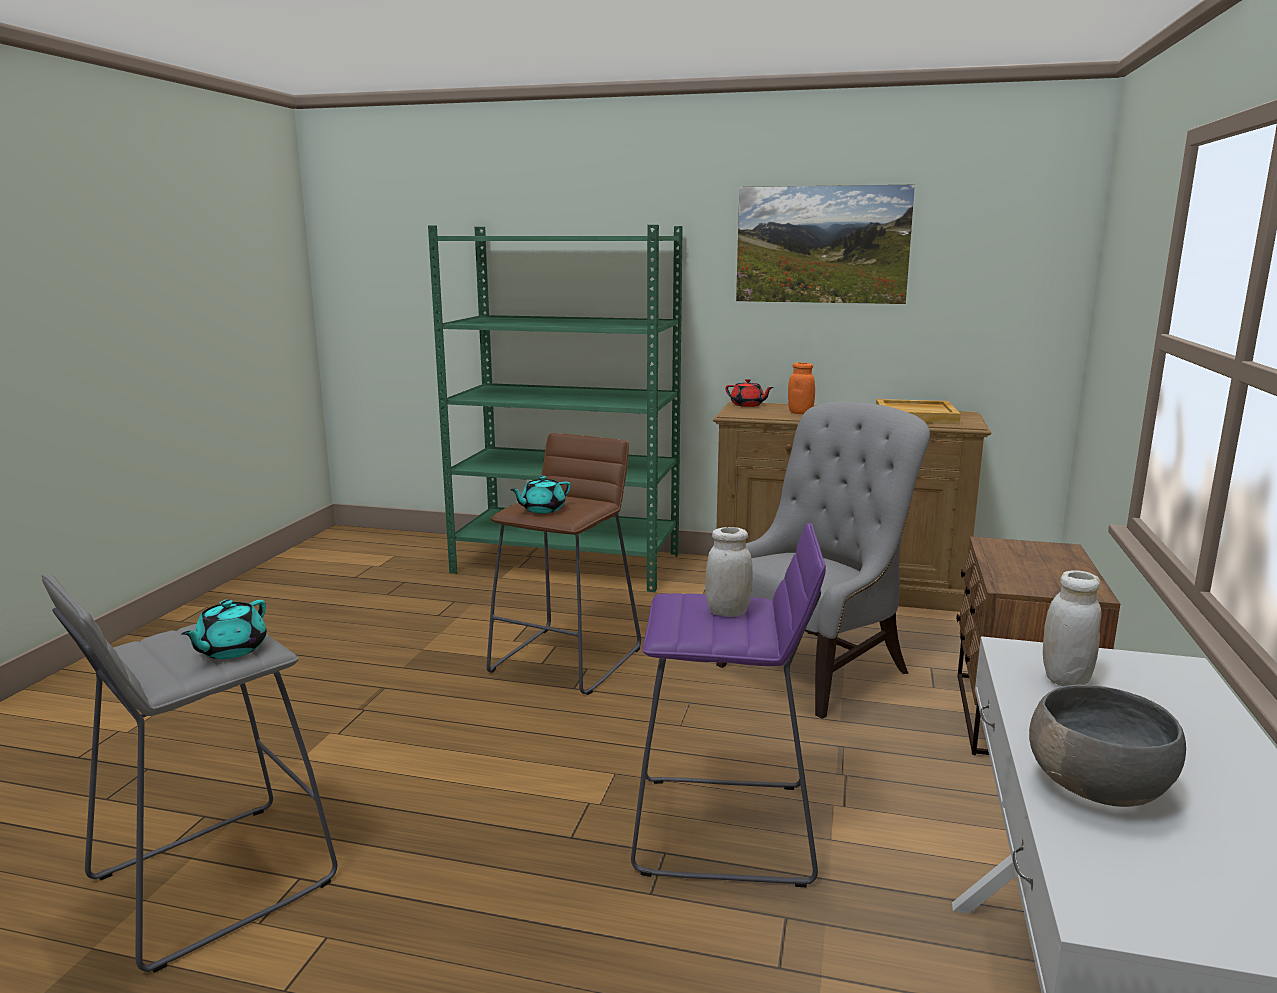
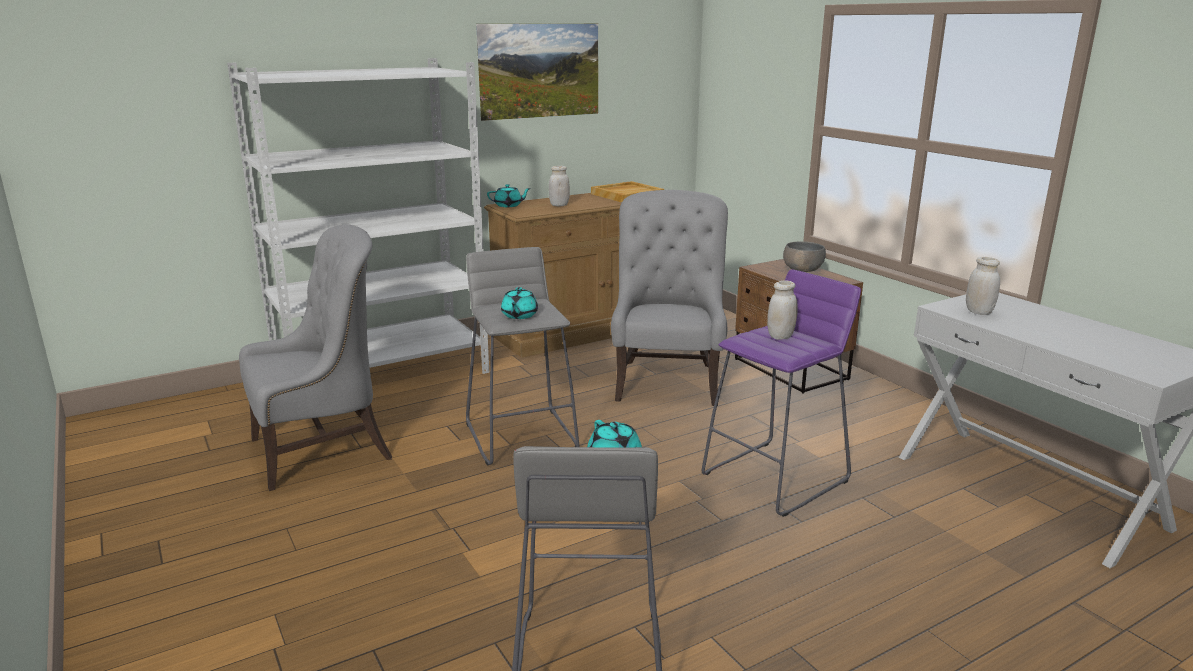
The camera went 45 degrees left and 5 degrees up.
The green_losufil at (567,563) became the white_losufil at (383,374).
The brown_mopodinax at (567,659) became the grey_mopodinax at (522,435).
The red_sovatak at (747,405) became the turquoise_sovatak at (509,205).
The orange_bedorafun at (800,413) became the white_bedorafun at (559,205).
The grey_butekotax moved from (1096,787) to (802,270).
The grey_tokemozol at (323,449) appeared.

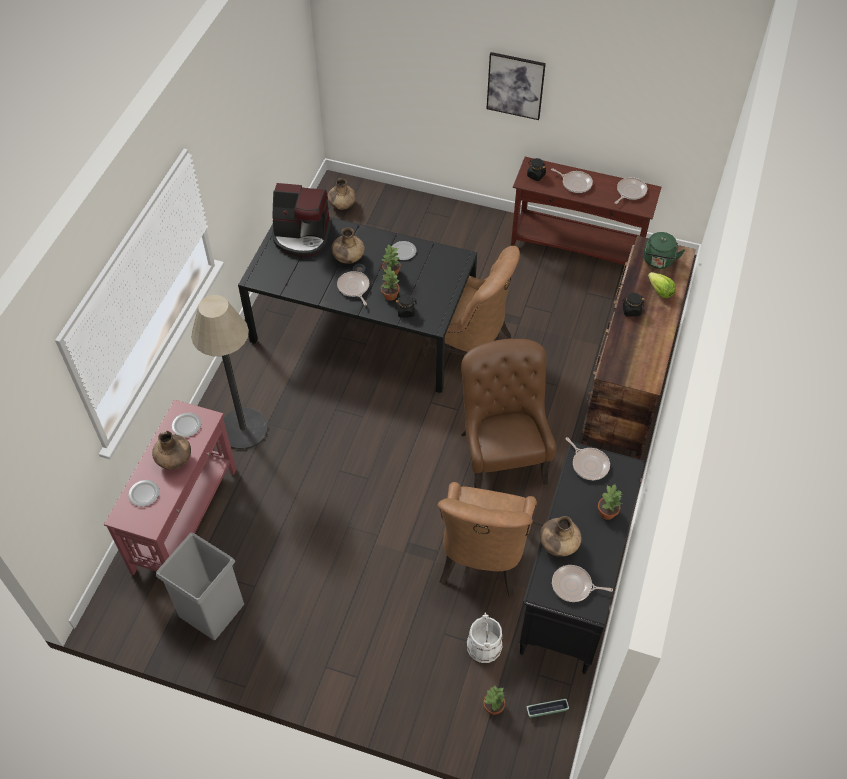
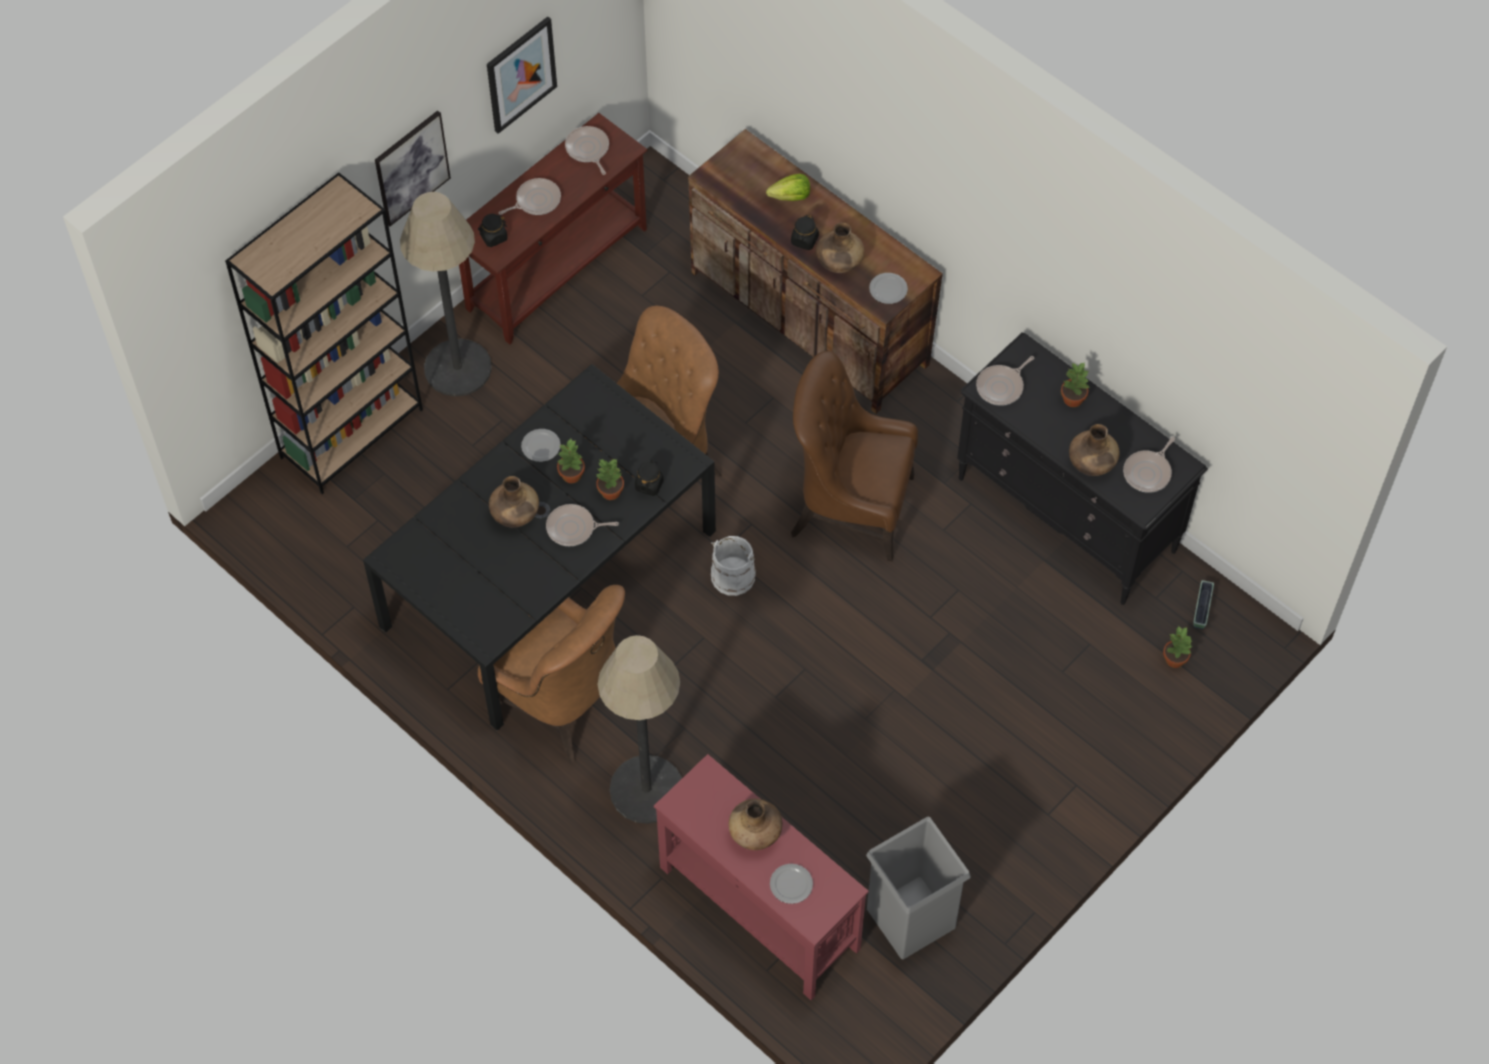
The camera went 65 degrees left and 5 degrees up.
The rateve moved from (186,426) to (889,289).
The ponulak at (302,236) disappeared.
The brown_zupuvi moved from (342,205) to (839,263).
The brown_tokemozol moved from (483,556) to (563,699).
The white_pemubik moved from (484,646) to (733,576).
The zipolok at (589,464) turned 150 degrees clockwise.
The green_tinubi at (658,261) disappeared.
The beige_losufil at (351,432) appeared.
The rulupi at (458,368) appeared.
The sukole at (520,74) appeared.

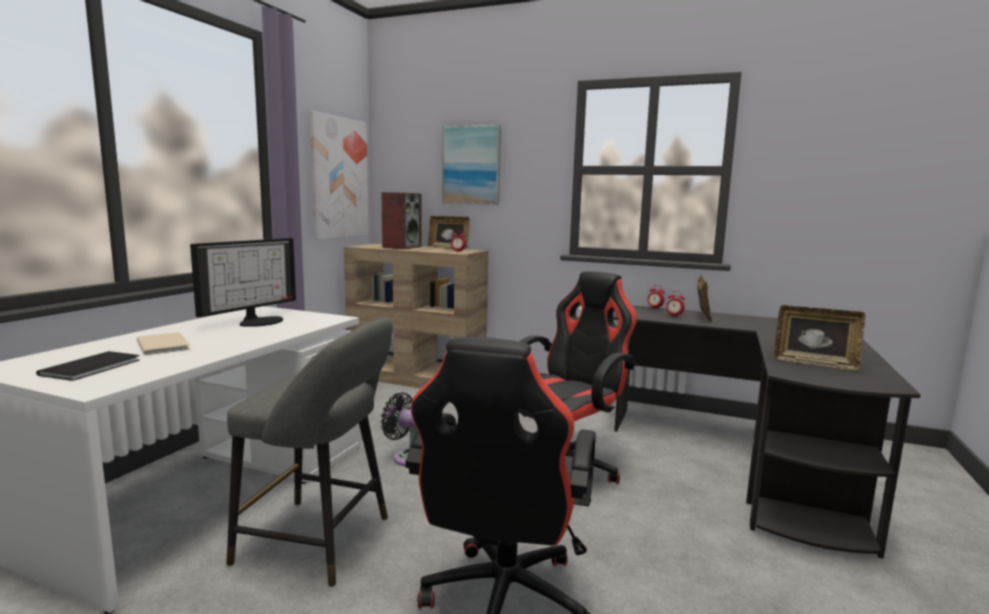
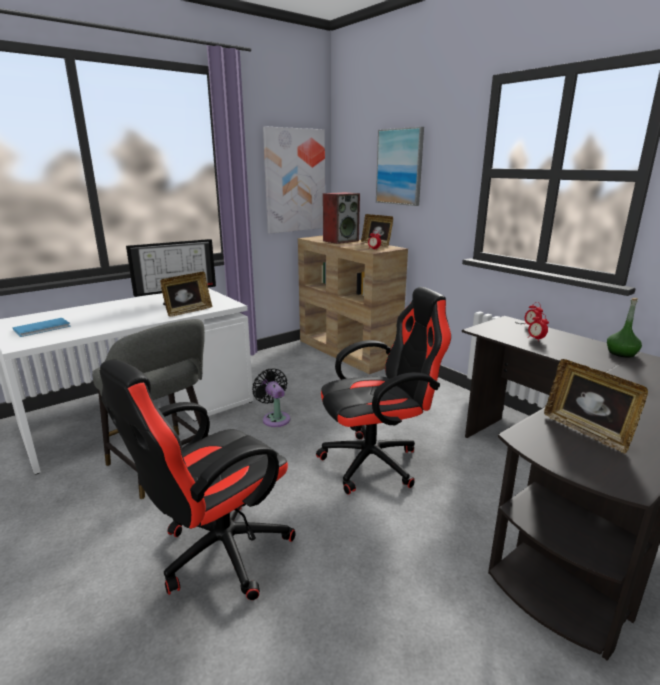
The camera went 30 degrees right and 10 degrees up.
The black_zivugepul at (95,367) became the blue_zivugepul at (44,328).
The beige_zivugepul at (165,344) disappeared.
The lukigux moved from (702,318) to (188,311).
The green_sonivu at (621,353) appeared.

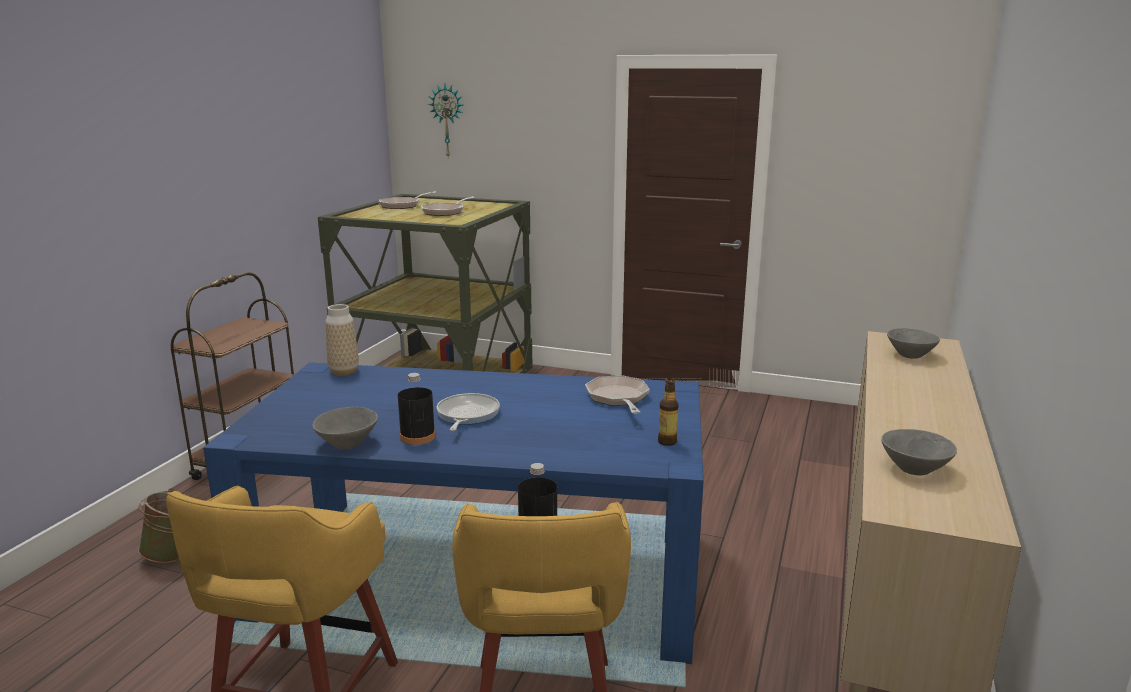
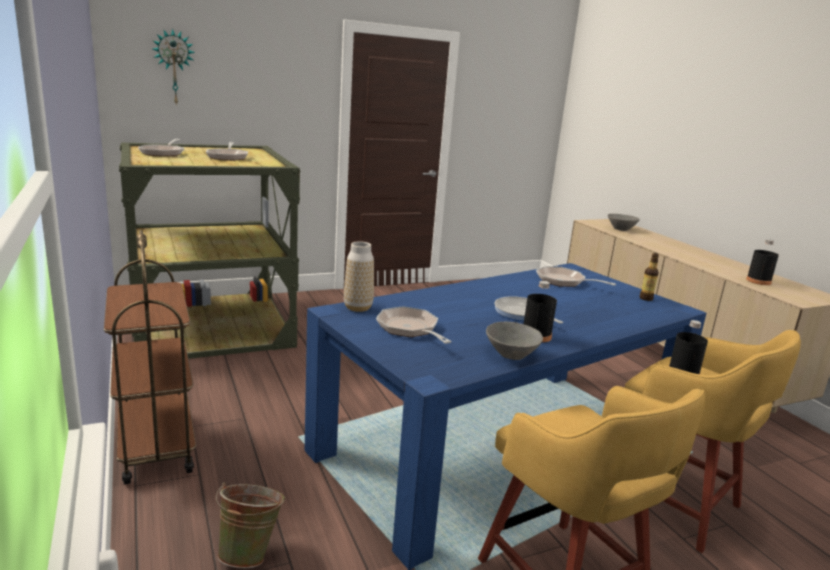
The camera went 45 degrees left and 0 degrees up.
The grey_butekotax at (915,469) was replaced by the black_sonivu at (758,281).
The zipolok at (410,329) appeared.

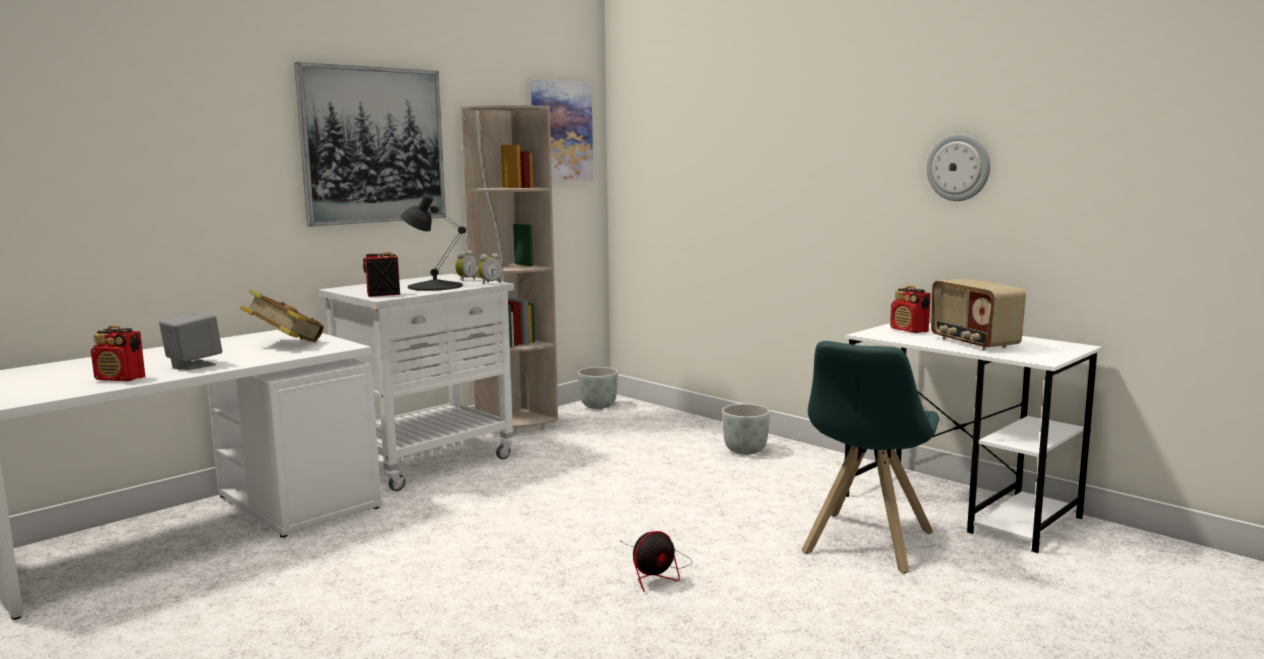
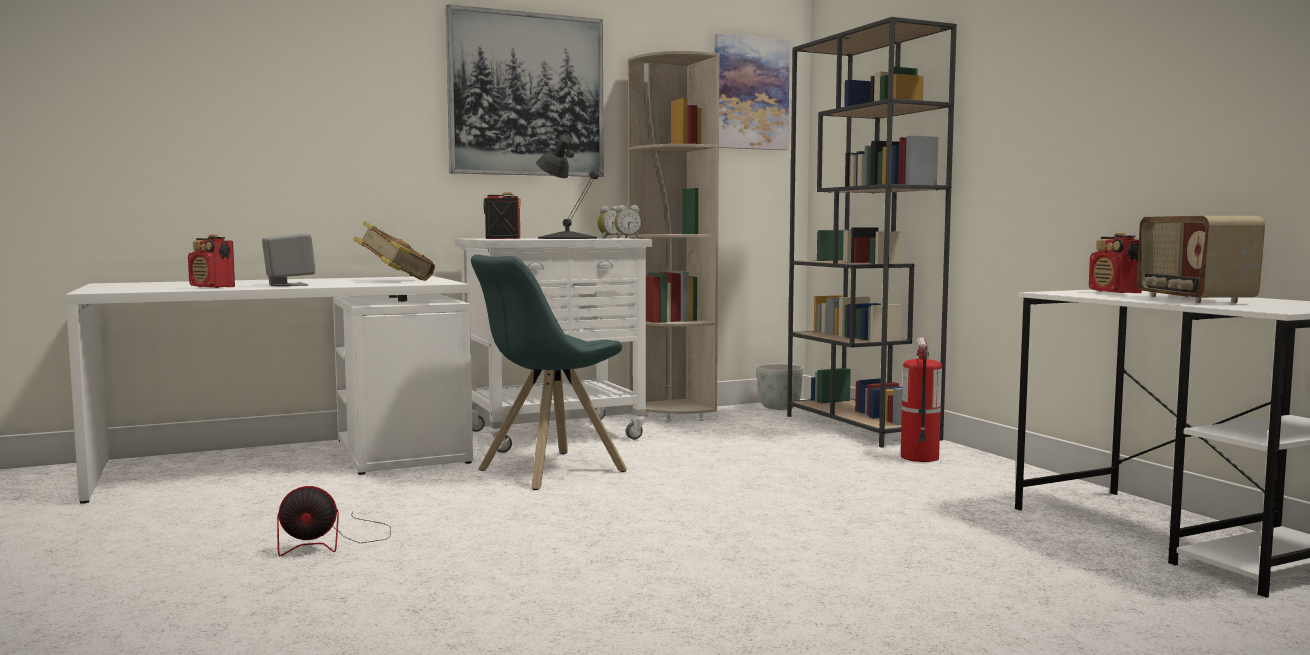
The camera went 20 degrees right and 5 degrees down.
The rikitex moved from (657,572) to (332,542).
The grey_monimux at (744,450) was replaced by the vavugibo at (919,457).
The turquoise_tokemozol moved from (866,542) to (550,470).
The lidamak at (958,167) disappeared.
The losufil at (862,427) appeared.

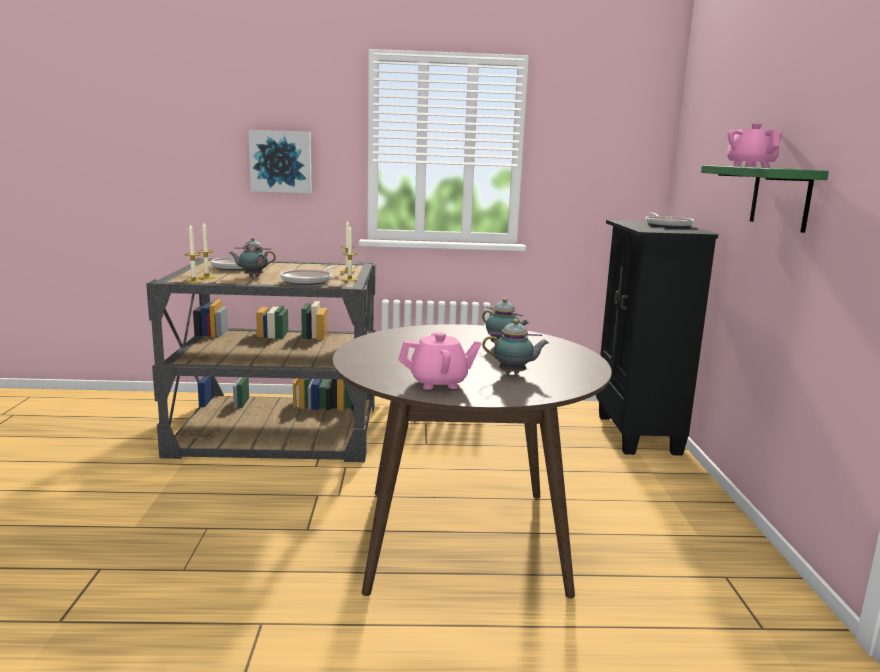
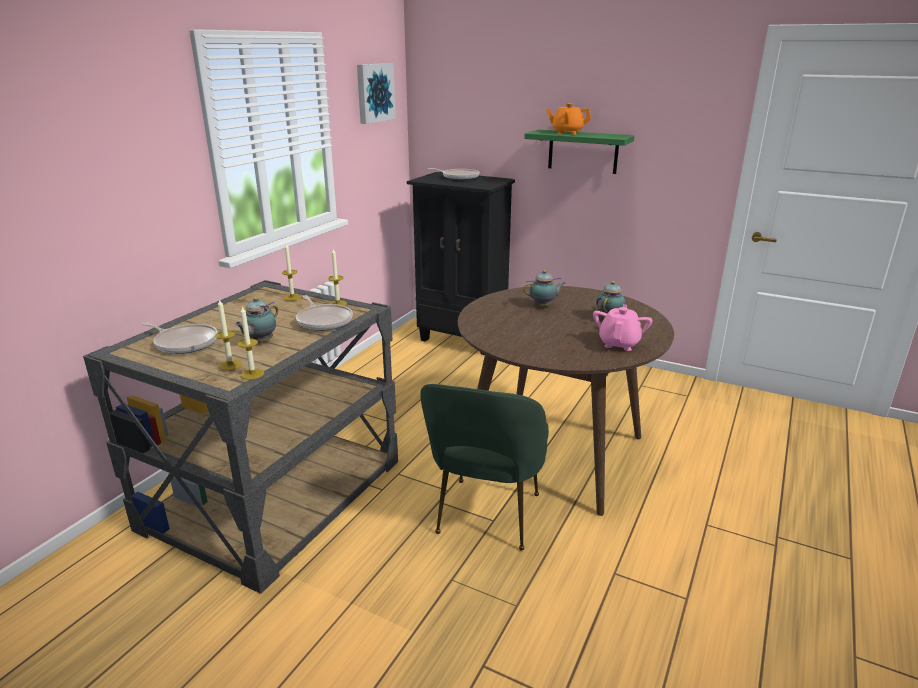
The camera went 60 degrees left and 10 degrees up.
The sukole moved from (281,161) to (374,92).
The pink_sovatak at (750,166) became the orange_sovatak at (567,133).
The green_tokemozol at (486,520) appeared.

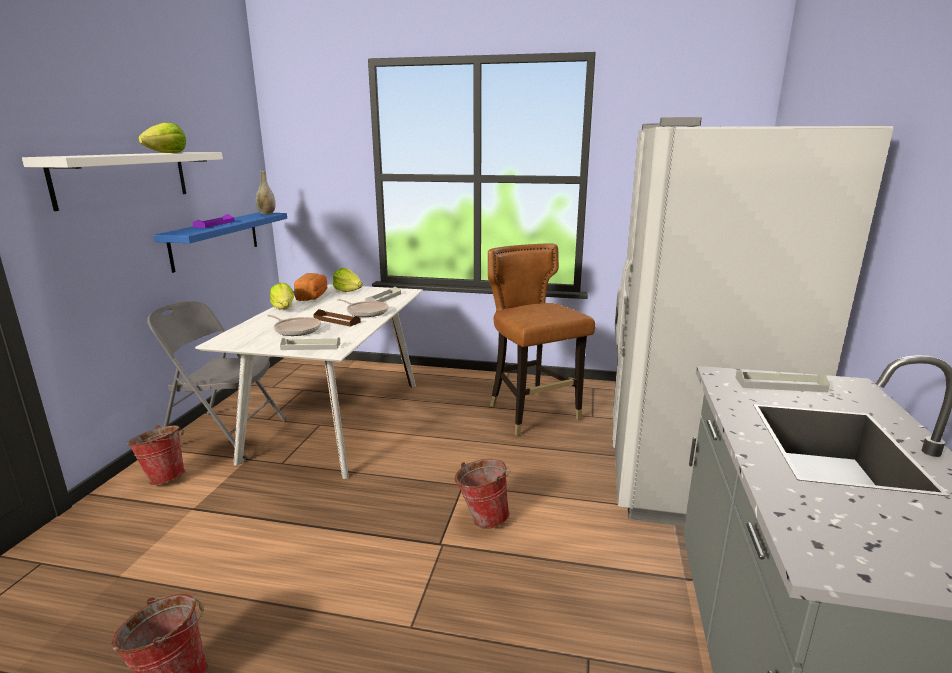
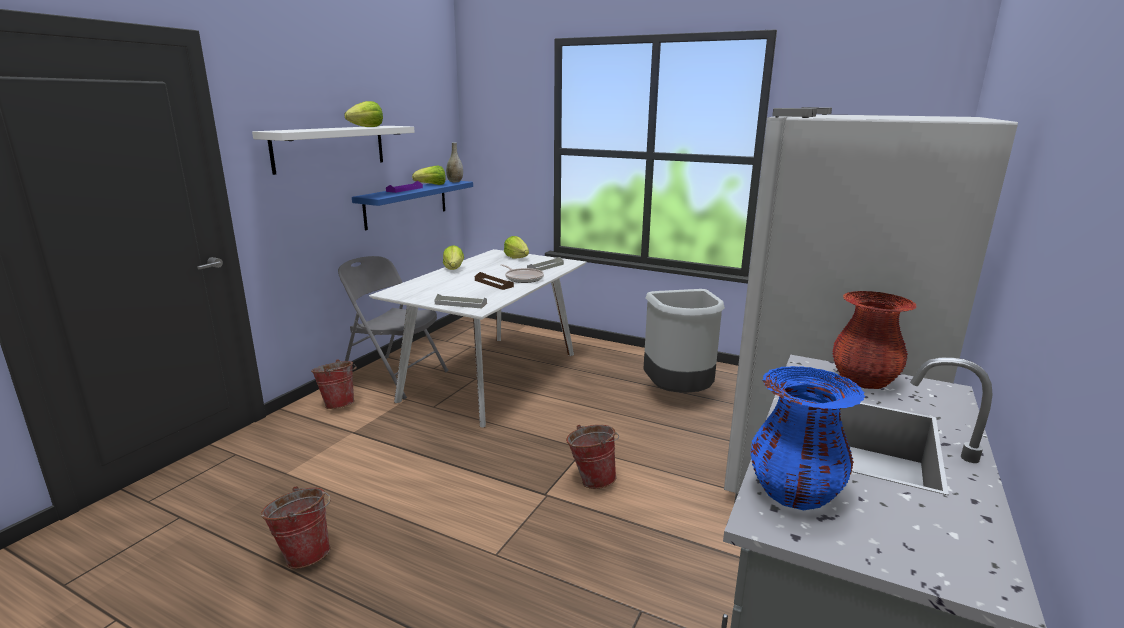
The camera went 15 degrees right and 0 degrees up.
The zipolok at (296,330) disappeared.
The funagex at (313,296) disappeared.
The brown_tokemozol at (533,414) was replaced by the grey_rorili at (678,395).
The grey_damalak at (780,385) was replaced by the red_zupuvi at (863,381).
The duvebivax at (431,185) appeared.
The blue_zupuvi at (795,492) appeared.

